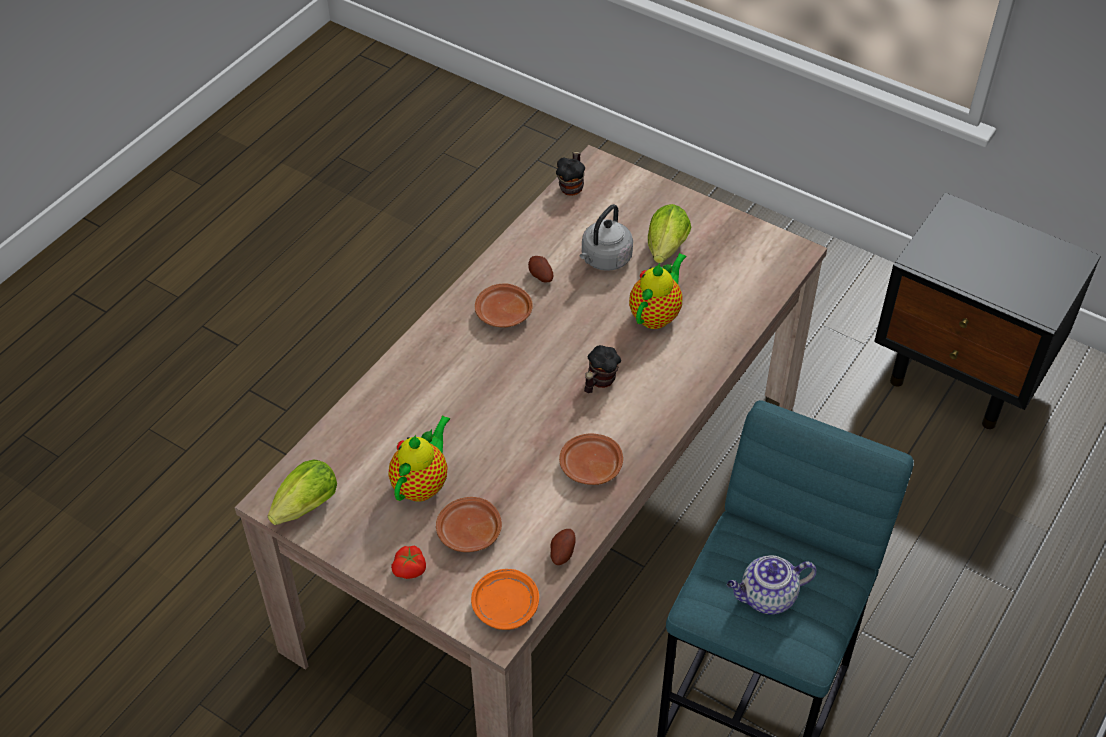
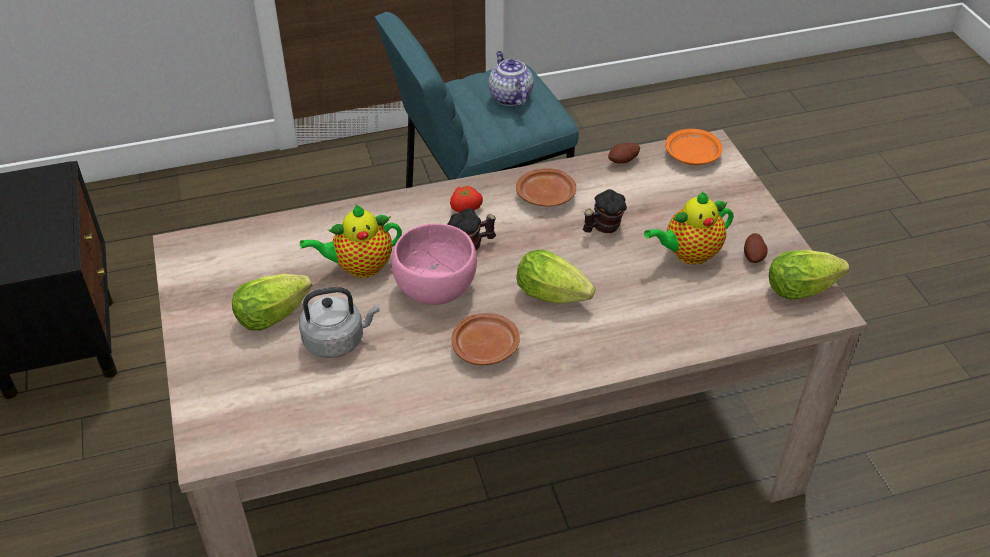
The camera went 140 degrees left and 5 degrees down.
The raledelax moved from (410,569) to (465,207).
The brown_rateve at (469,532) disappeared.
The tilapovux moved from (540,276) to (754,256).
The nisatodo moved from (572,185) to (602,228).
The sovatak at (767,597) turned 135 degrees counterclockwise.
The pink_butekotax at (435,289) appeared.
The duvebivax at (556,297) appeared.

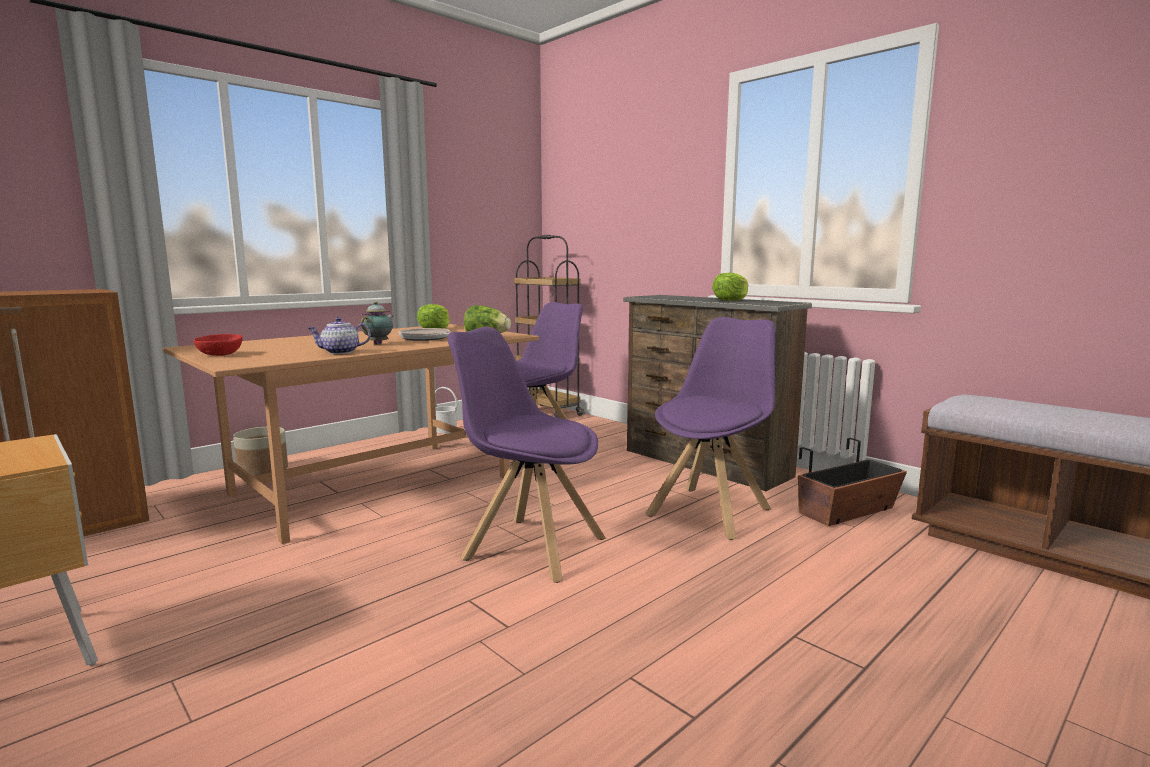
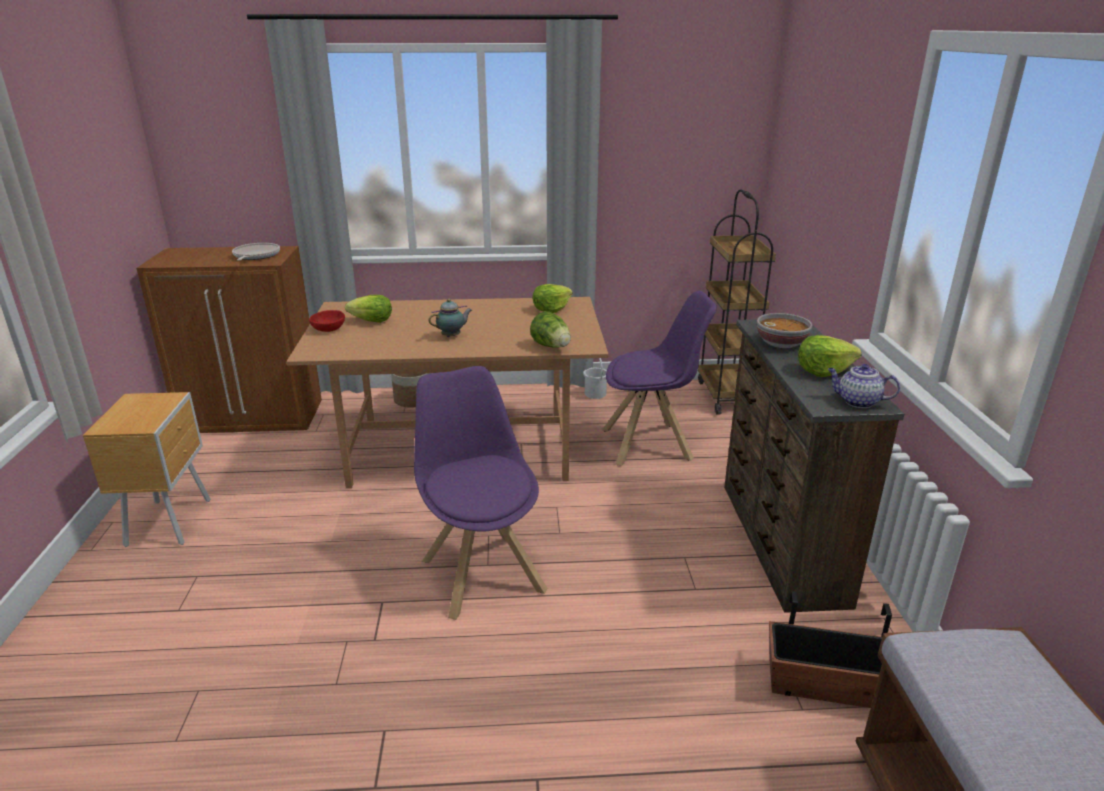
The camera went 40 degrees right and 15 degrees up.
The sovatak moved from (339,352) to (857,402).
The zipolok moved from (426,339) to (255,256).
The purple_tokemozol at (711,510) disappeared.
The duvebivax at (372,321) appeared.
The butekotax at (782,343) appeared.

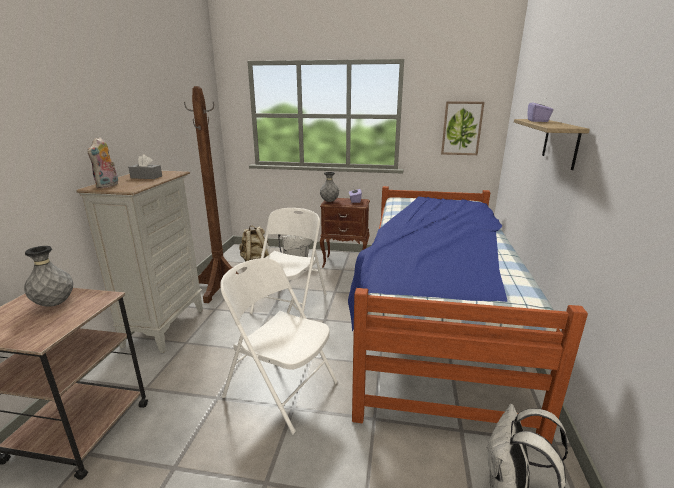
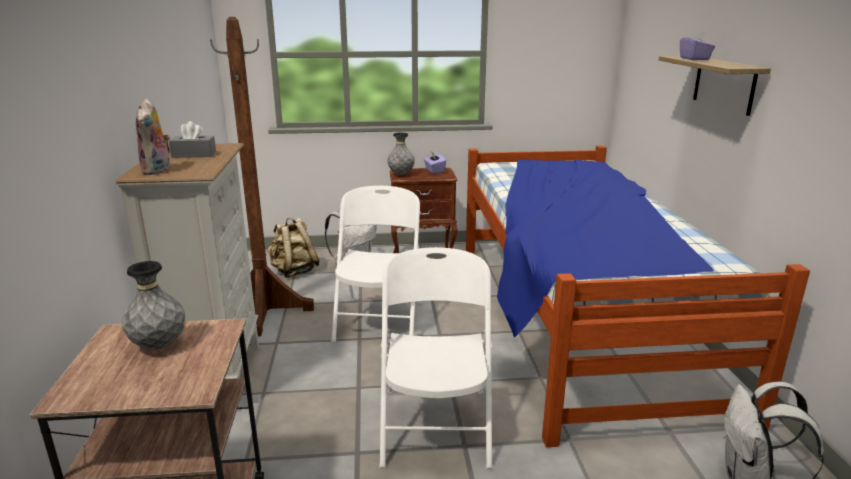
The camera went 15 degrees left and 0 degrees up.
The white_tokemozol at (281,389) turned 75 degrees clockwise.
The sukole at (461,128) disappeared.

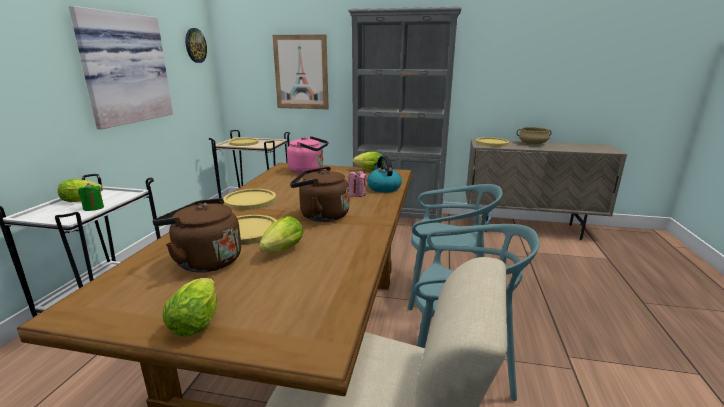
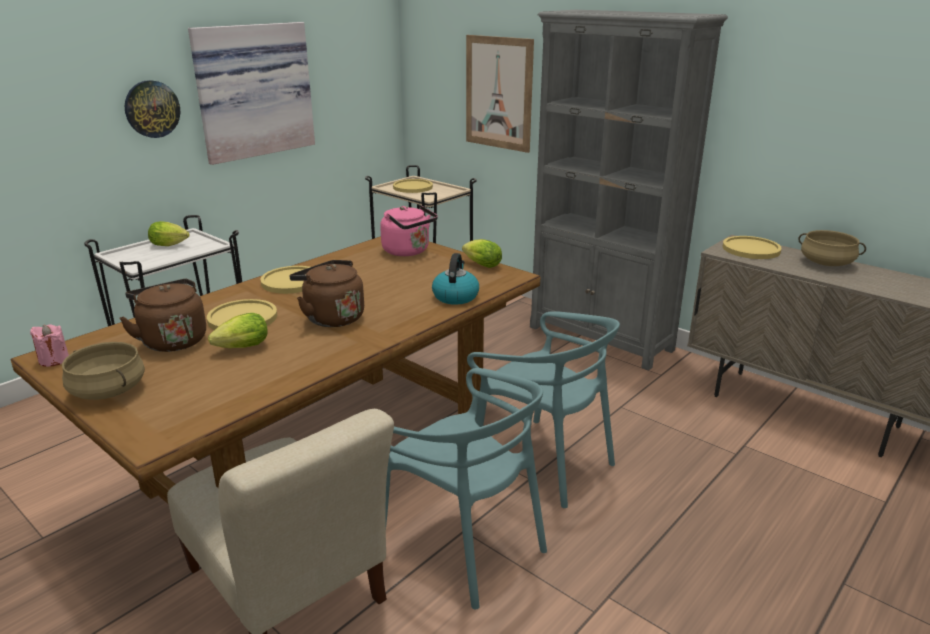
The camera went 30 degrees right and 5 degrees up.
The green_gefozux at (93,208) disappeared.
The duvebivax at (198,320) was replaced by the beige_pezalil at (107,391).
The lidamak moved from (195,45) to (152,109).
The pink_gefozux moved from (357,194) to (54,360).

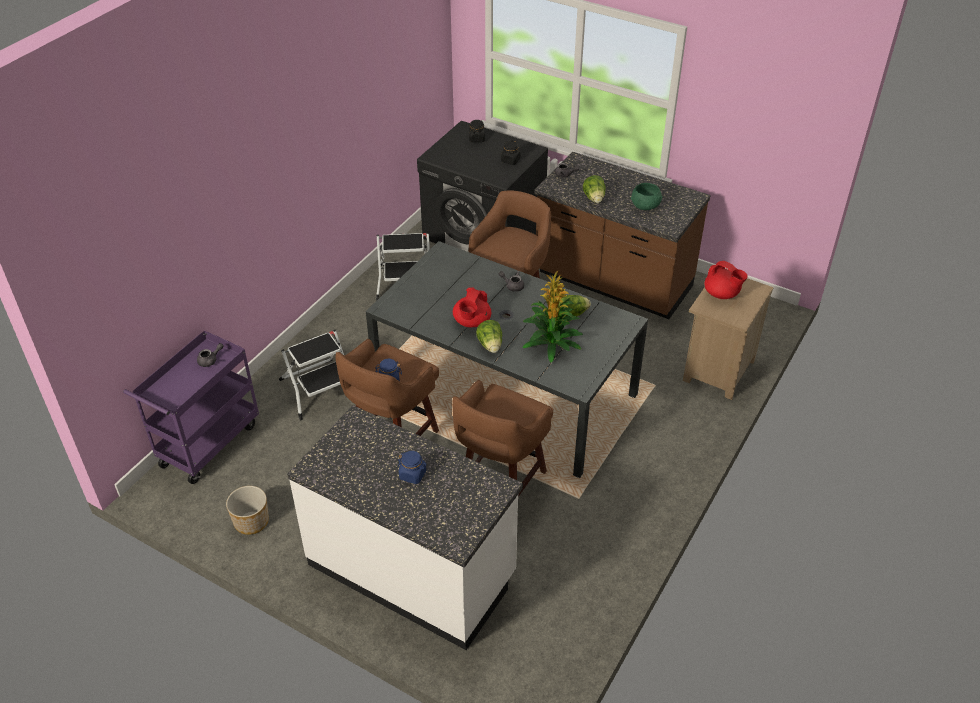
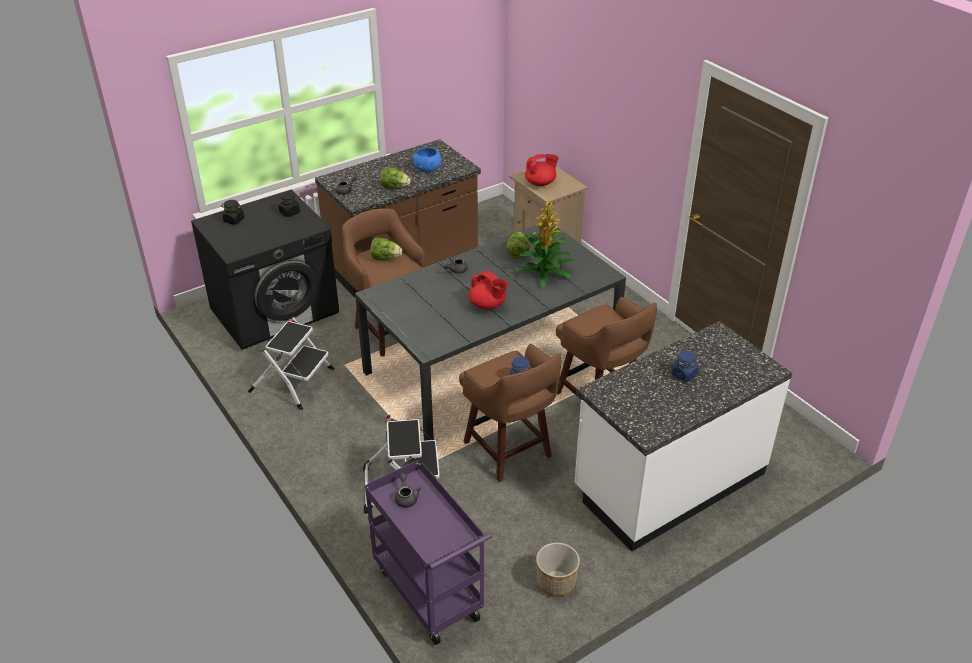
The camera went 65 degrees left and 5 degrees down.
The duvebivax moved from (490,345) to (386,258).
The green_butekotax at (646,206) became the blue_butekotax at (427,168).

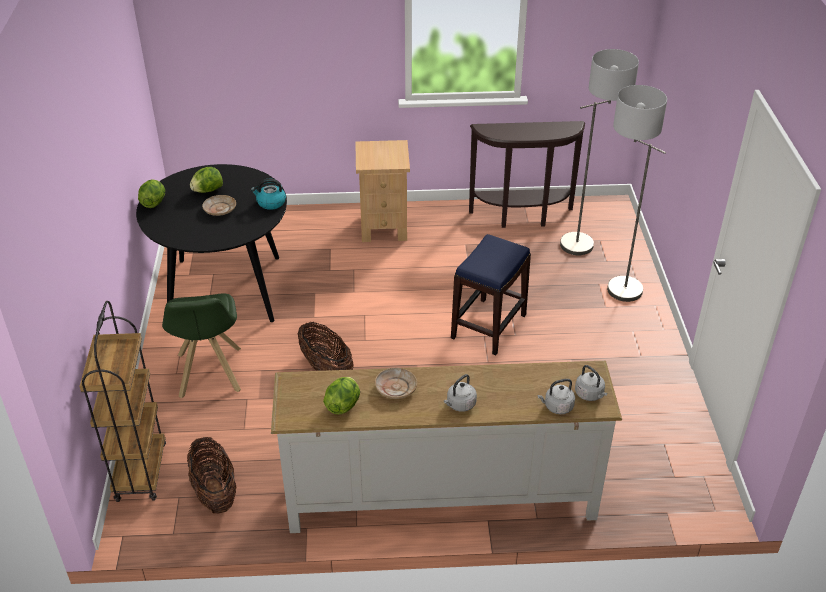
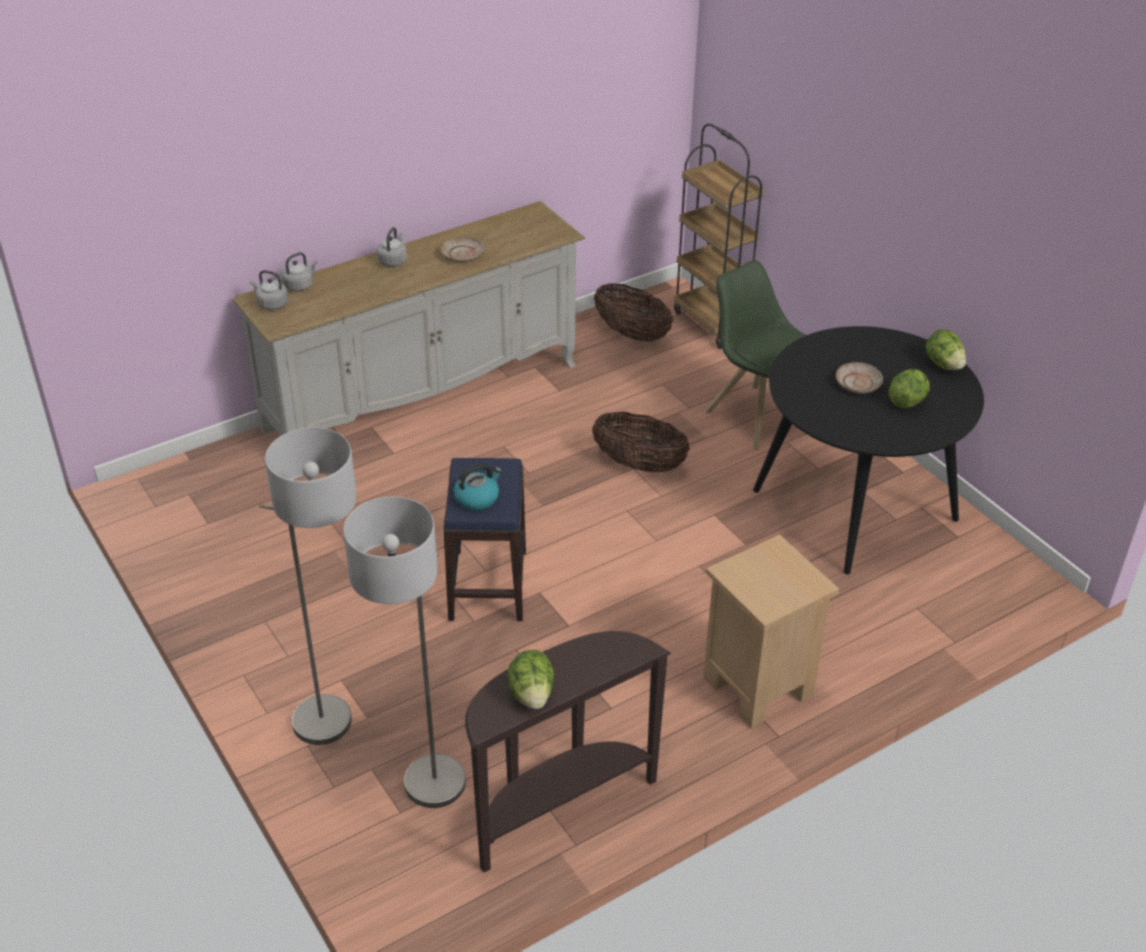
The camera went 150 degrees right and 0 degrees up.
The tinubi moved from (270,203) to (477,498).
The duvebivax moved from (343,405) to (531,694).

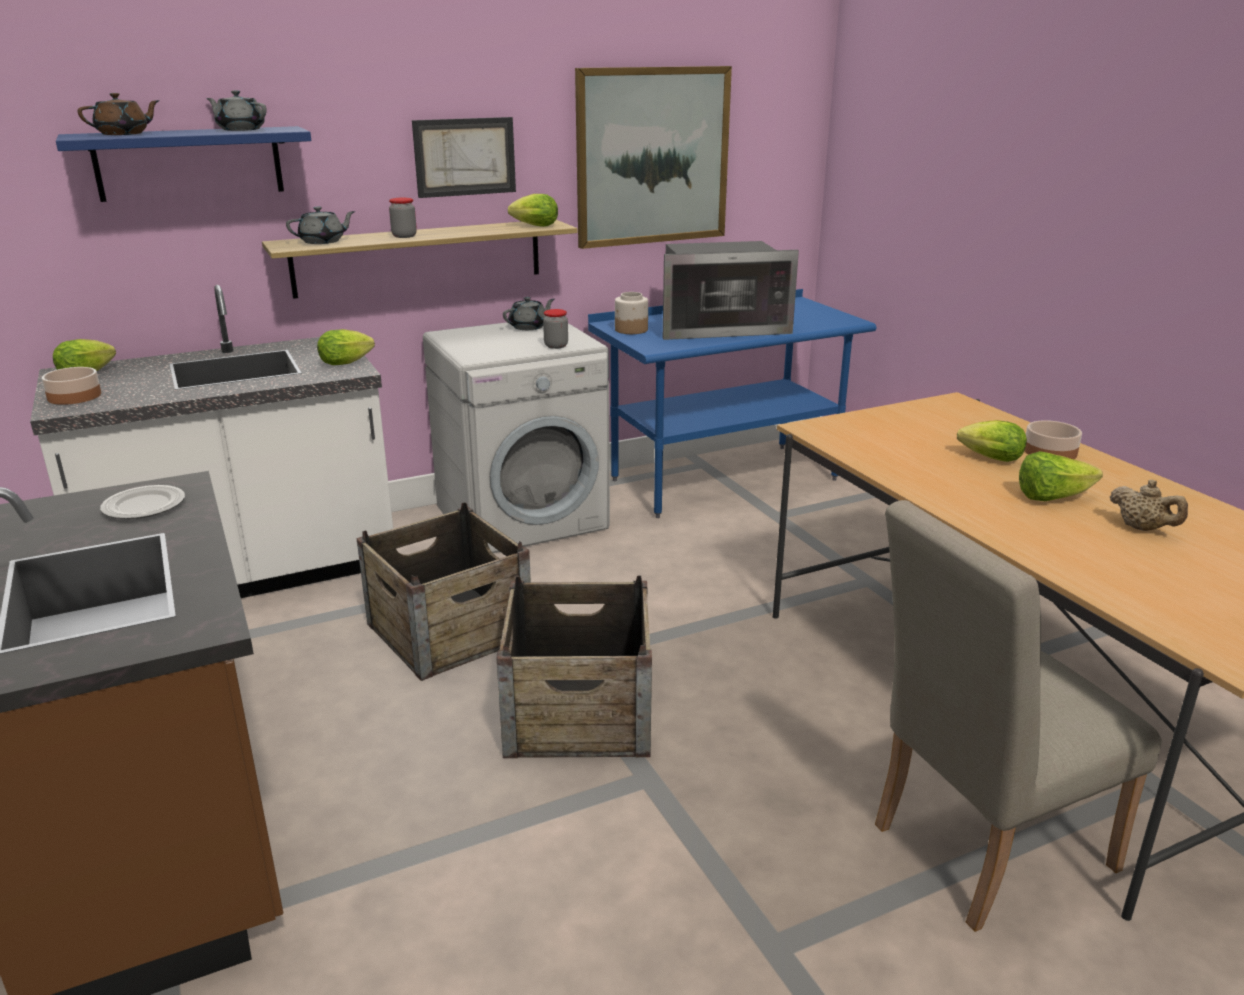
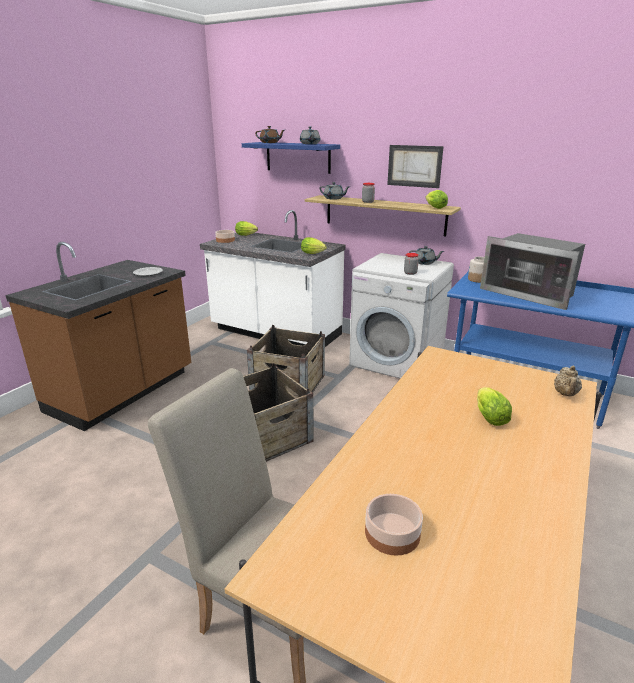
The camera went 55 degrees right and 0 degrees up.
The sukole at (652,156) disappeared.
The duvebivax at (1051,497) disappeared.
The butekotax moved from (1049,452) to (391,532).
The beige_sovatak moved from (1142,528) to (565,394).

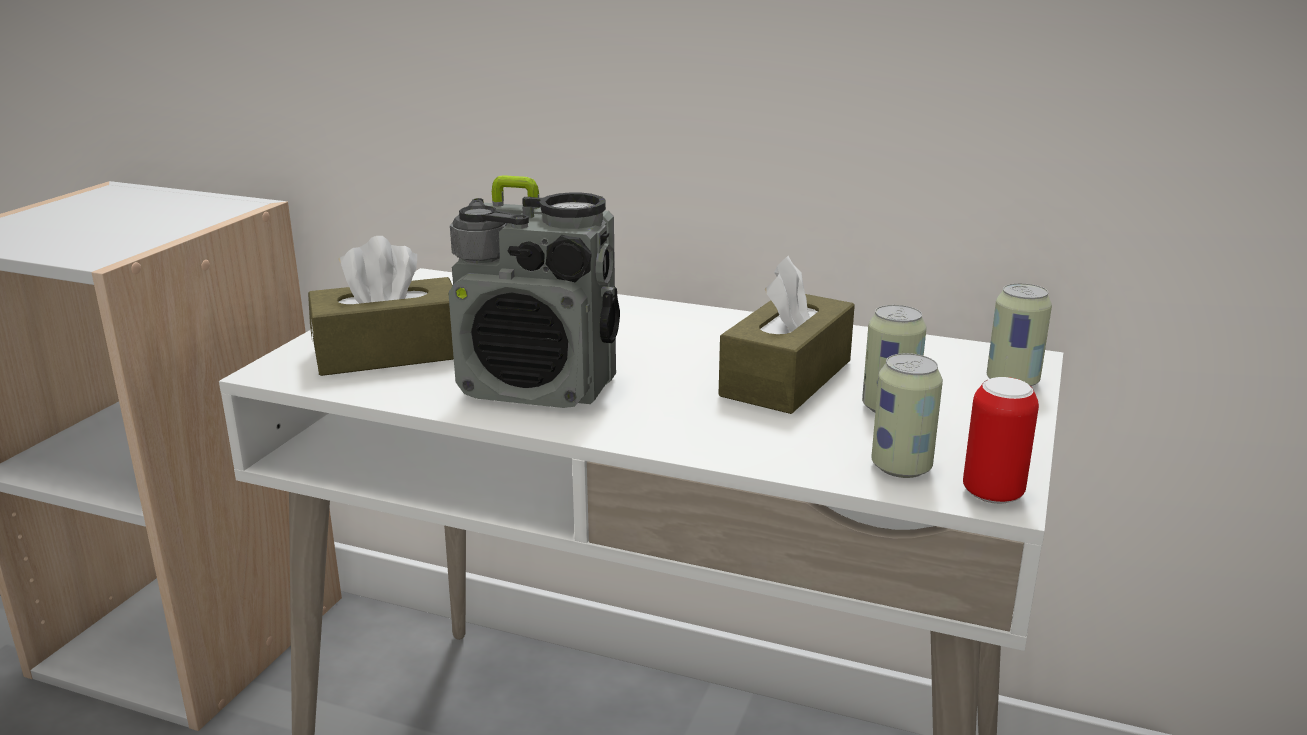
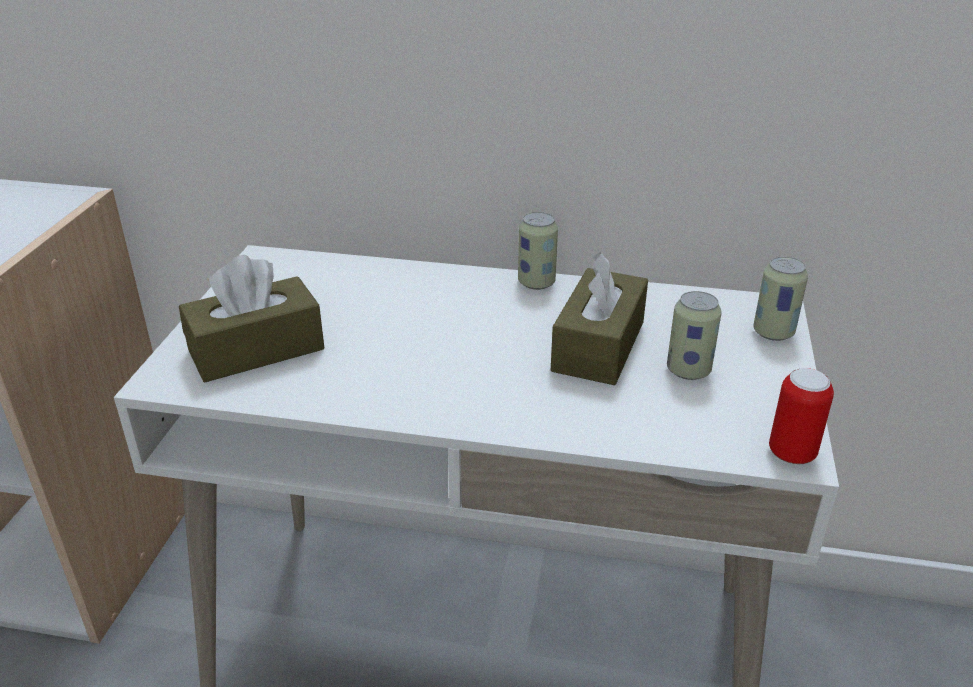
The camera went 10 degrees left and 10 degrees up.
The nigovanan at (539,388) disappeared.
The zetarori moved from (901,467) to (536,283).

